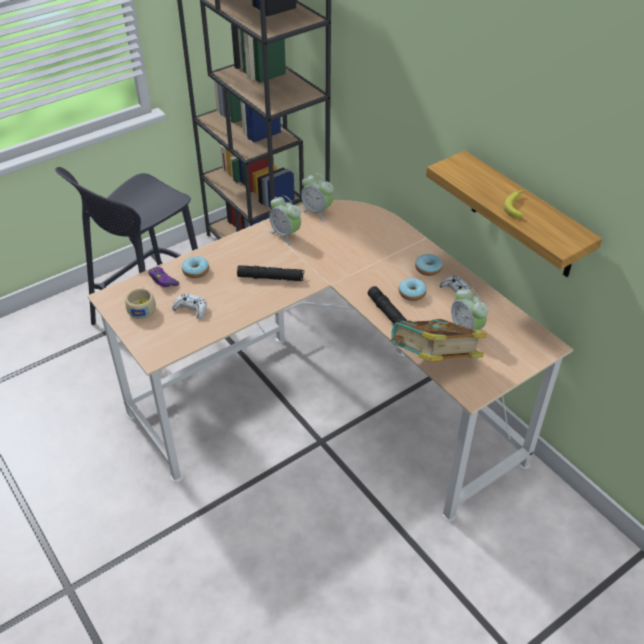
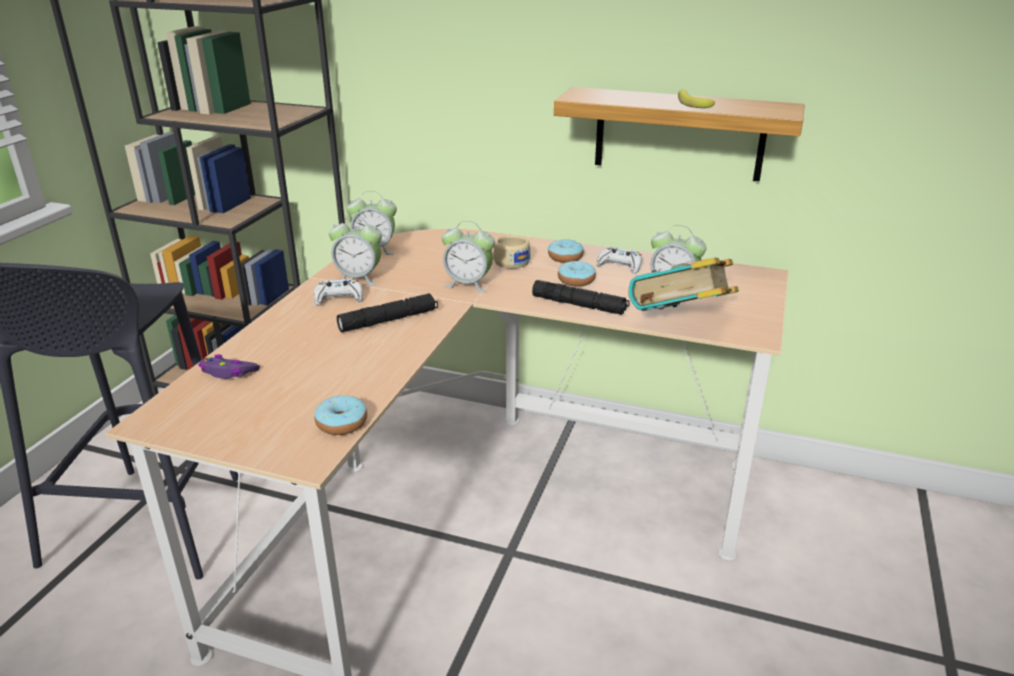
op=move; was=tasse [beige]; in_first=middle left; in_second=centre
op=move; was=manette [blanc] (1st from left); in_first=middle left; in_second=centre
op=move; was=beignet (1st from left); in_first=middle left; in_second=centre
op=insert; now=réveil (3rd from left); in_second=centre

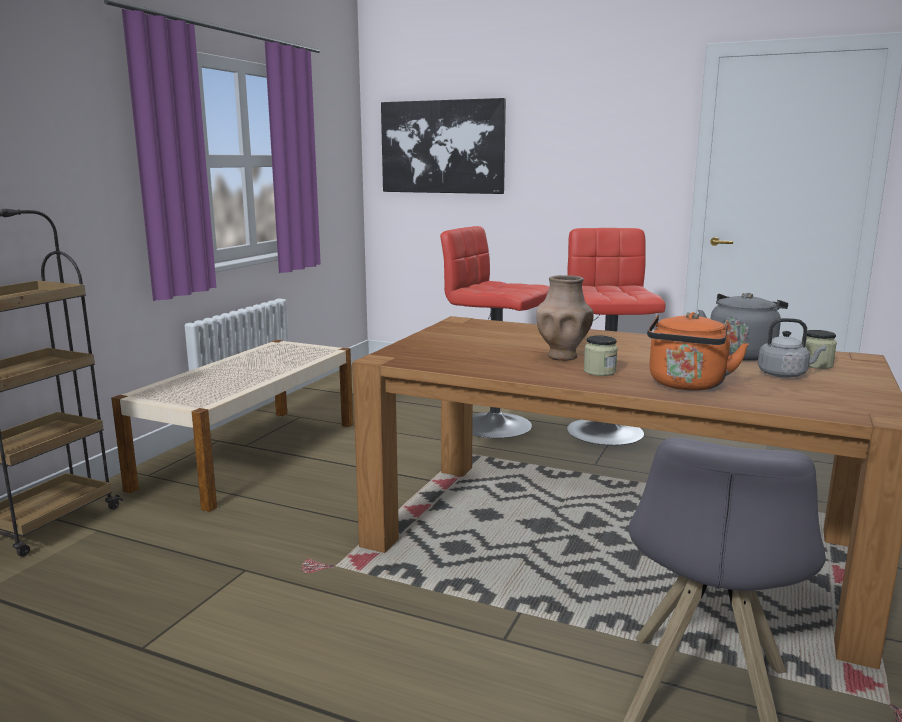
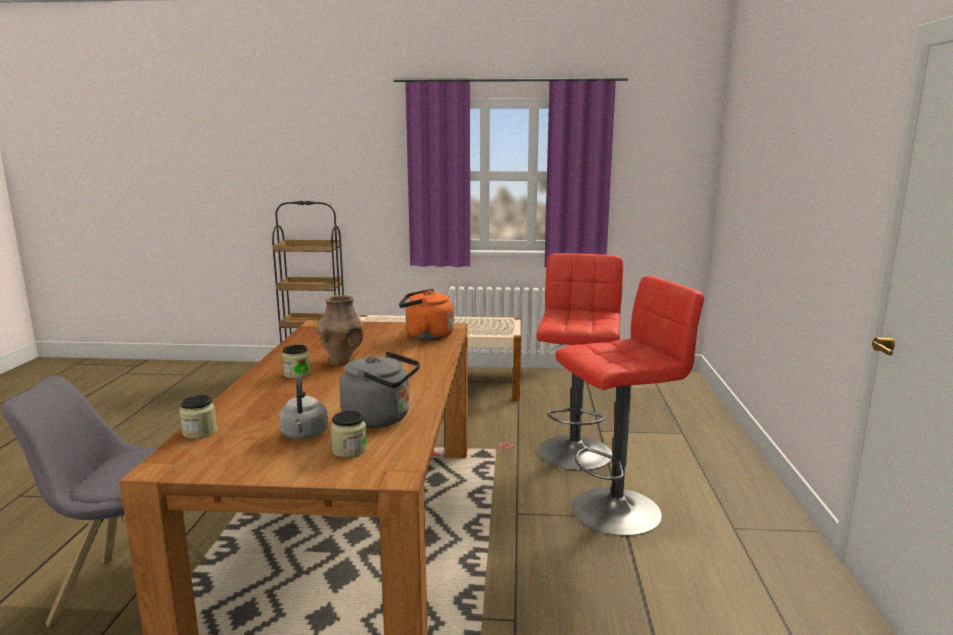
op=delete; was=tableau; in_first=top centre
op=move; was=bouilloire [orange]; in_first=middle right; in_second=centre
op=insert; now=bocal (1st from left); in_second=middle left

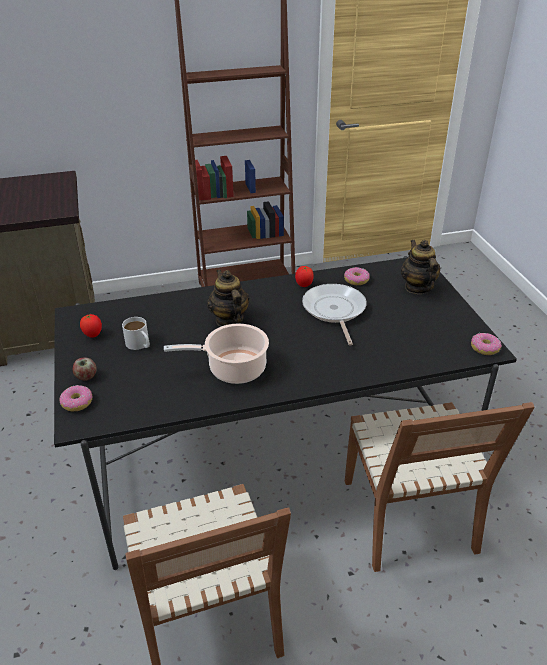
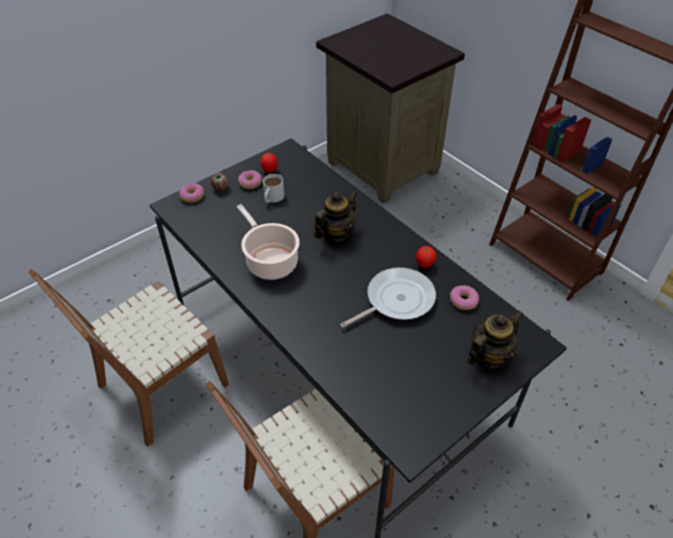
op=move; was=beignet (3rd from left in the first image); now=beignet (2nd from left); in_first=middle right; in_second=top centre

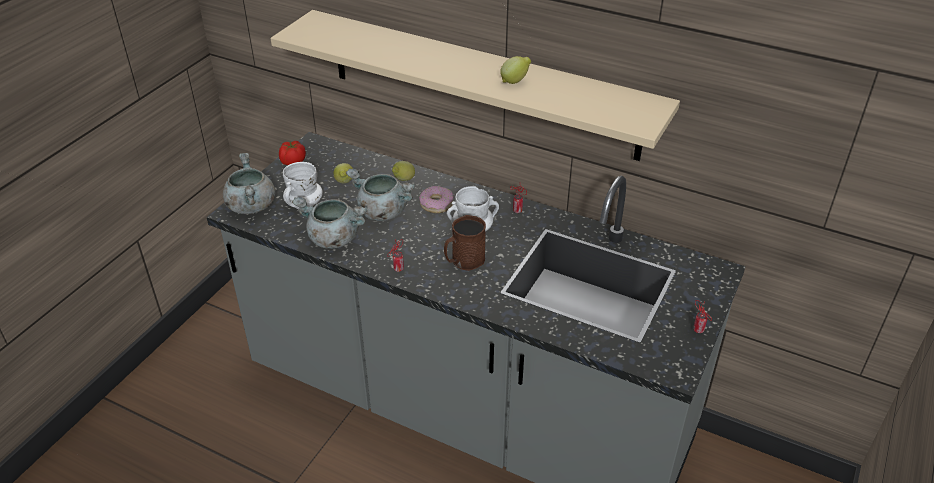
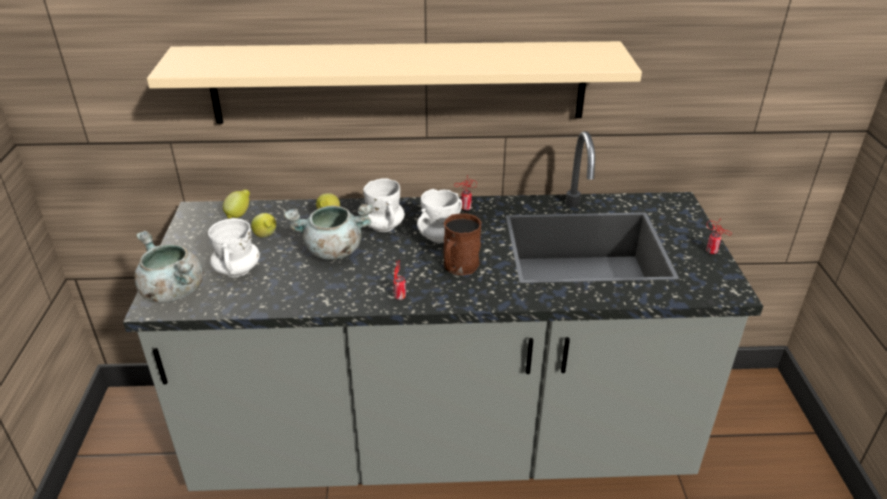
op=delete; was=tomate; in_first=top left
op=delete; was=marmite [gris] (2nd from left); in_first=centre
op=replace; was=beignet; now=mug [blanc] (2nd from left); in_first=centre; in_second=centre
op=move; was=citron (3rd from left in the first image); now=citron (1st from left); in_first=top centre; in_second=middle left

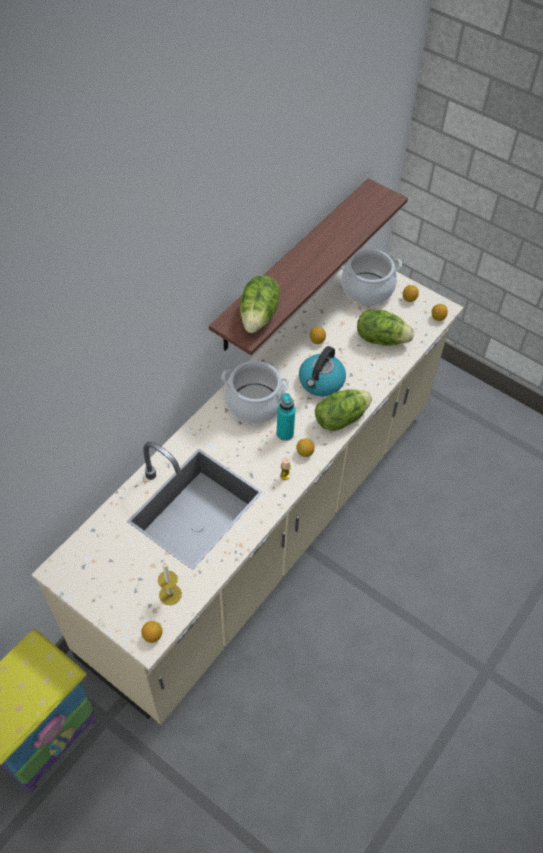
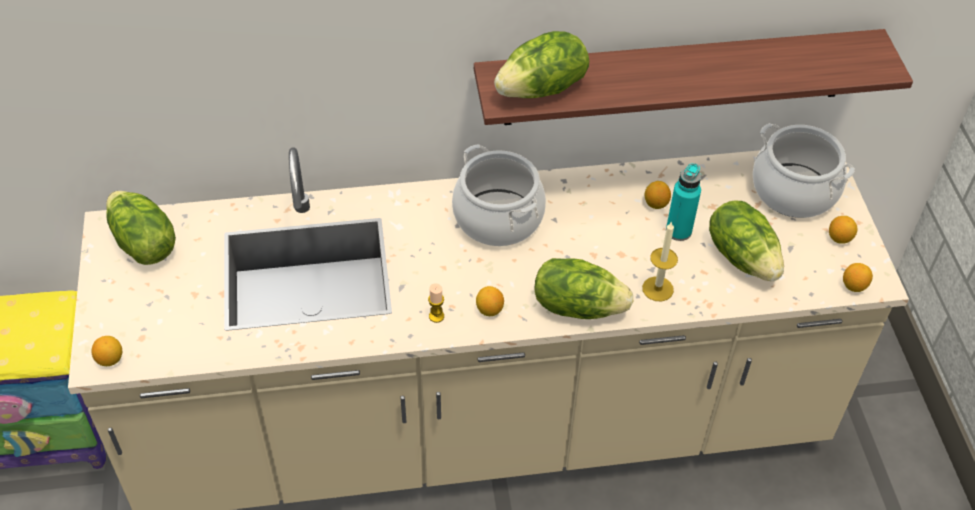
op=move; was=bougie (1st from left in the first image); now=bougie (2nd from left); in_first=bottom left; in_second=middle right
op=move; was=bouteille [turquoise]; in_first=centre; in_second=middle right
op=delete; was=bouilloire; in_first=centre
op=insert; now=laitue (1st from left); in_second=middle left

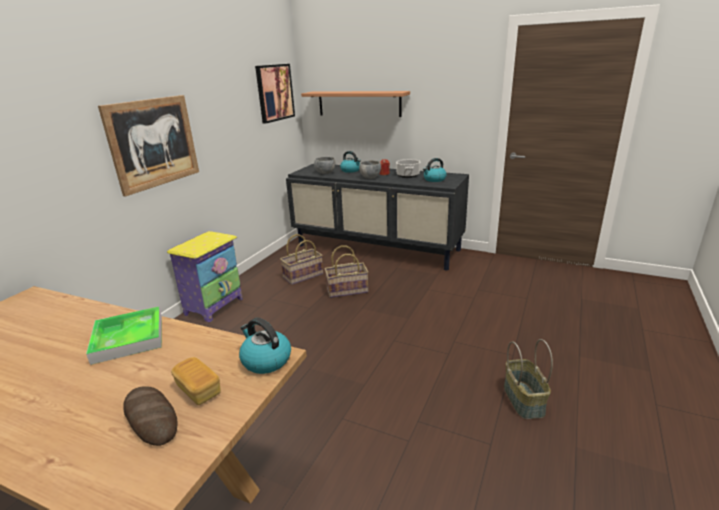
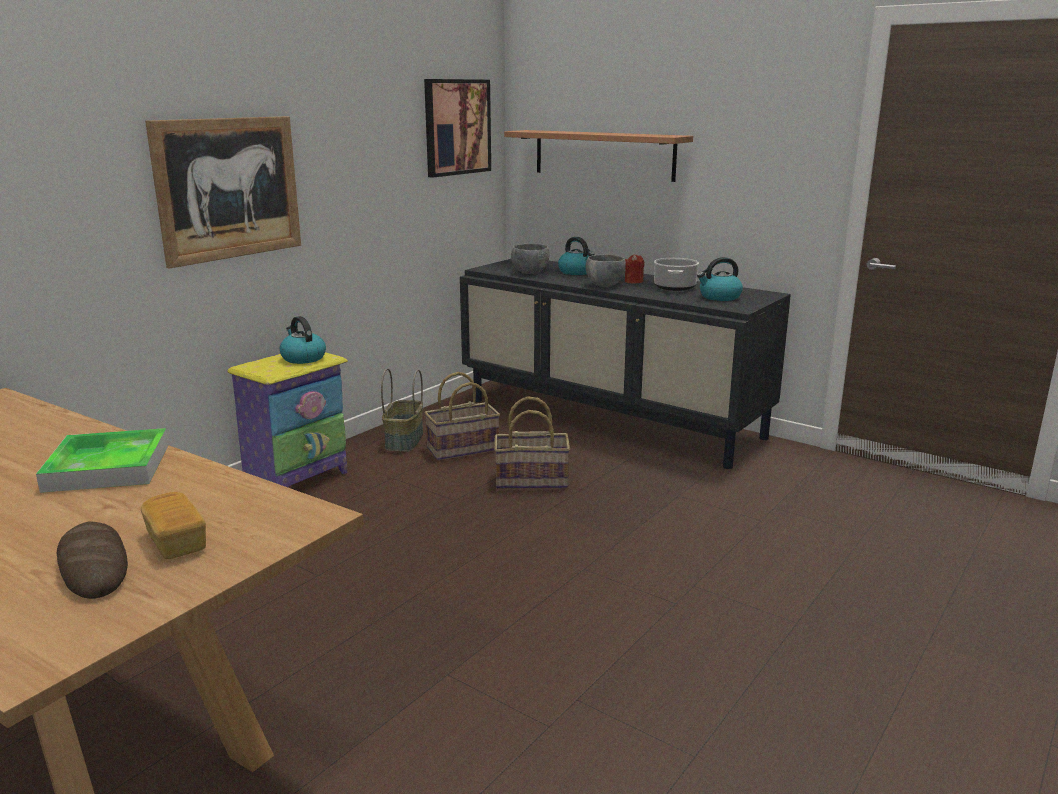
op=move; was=bouilloire (1st from left); in_first=bottom centre; in_second=middle left
op=move; was=panier (3rd from left in the first image); now=panier (1st from left); in_first=bottom right; in_second=centre

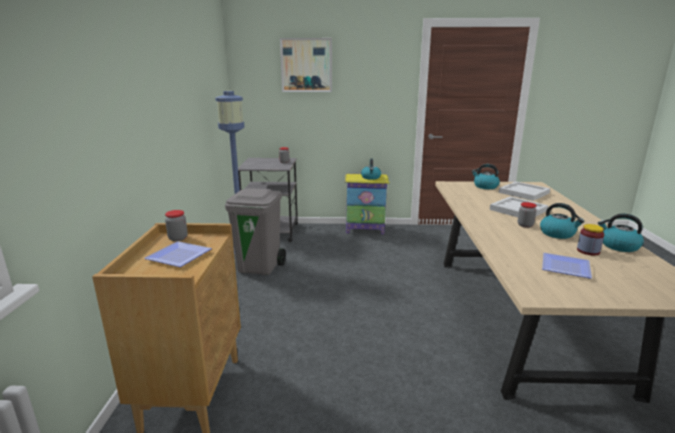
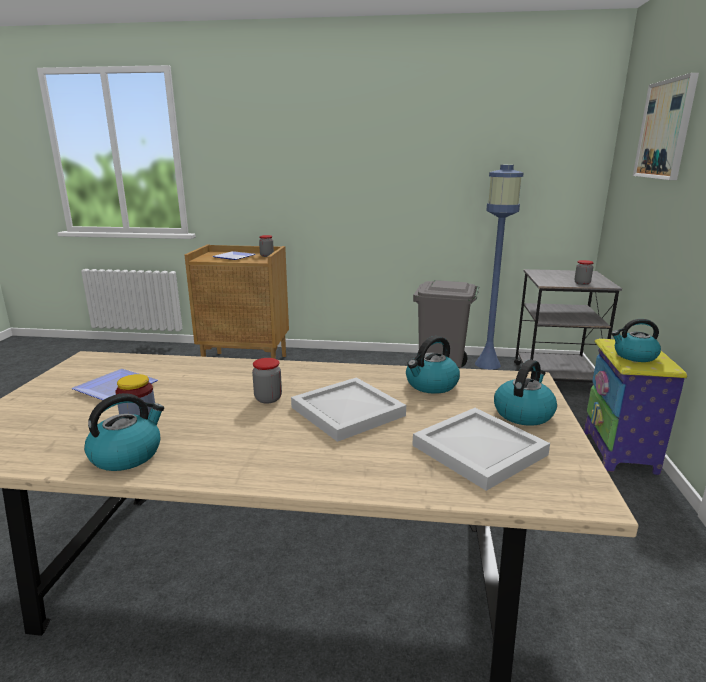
op=move; was=bouilloire (3rd from left in the first image); now=bouilloire (2nd from left); in_first=middle right; in_second=centre

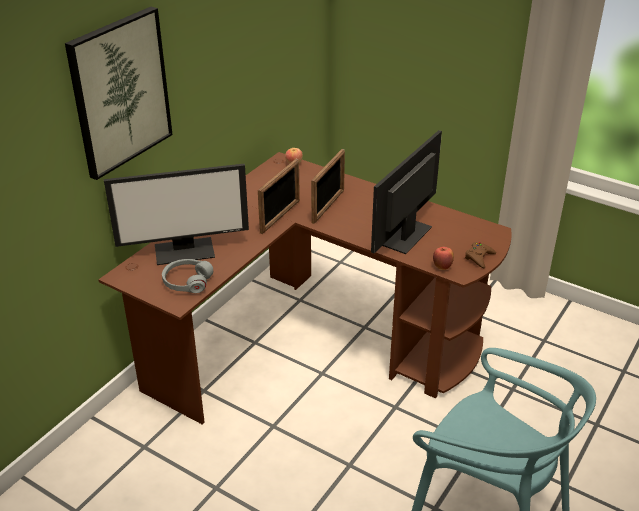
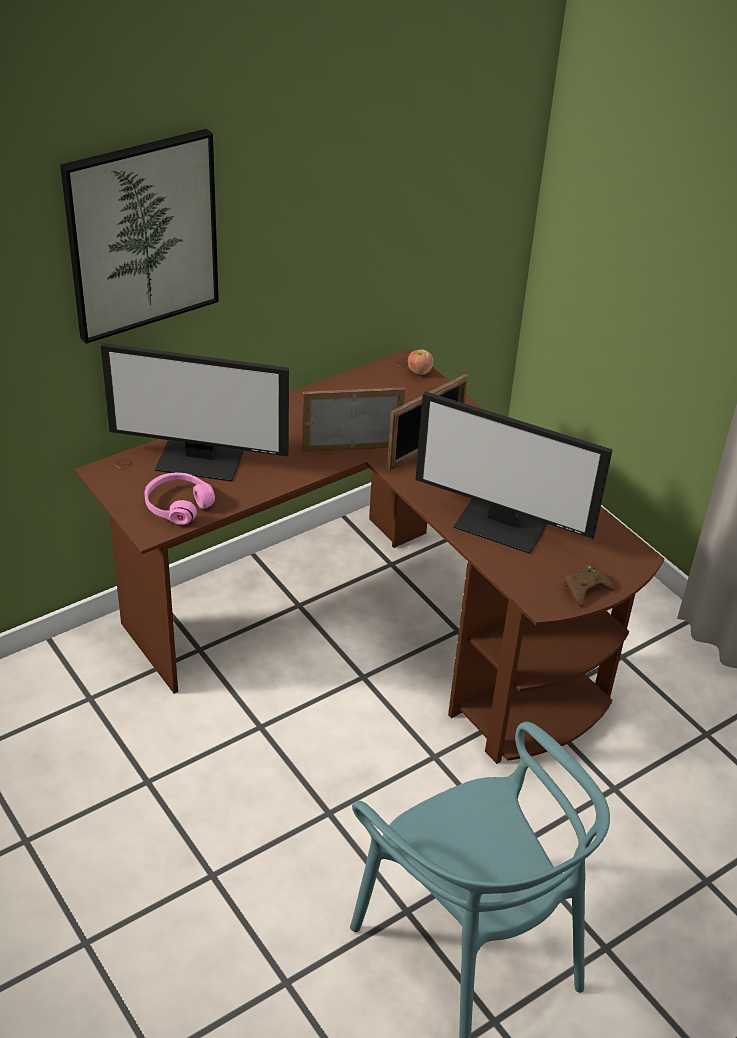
op=recolor; was=casque audio [gris]; now=casque audio [rose]; in_first=middle left; in_second=middle left
op=rotate; was=cadre photo (1st from left); in_first=centre; in_second=centre; clockwise=-150
op=rotate; was=écran d'ordinateur (2nd from left); in_first=centre; in_second=middle right; clockwise=-120
op=delete; was=pomme (2nd from left); in_first=middle right

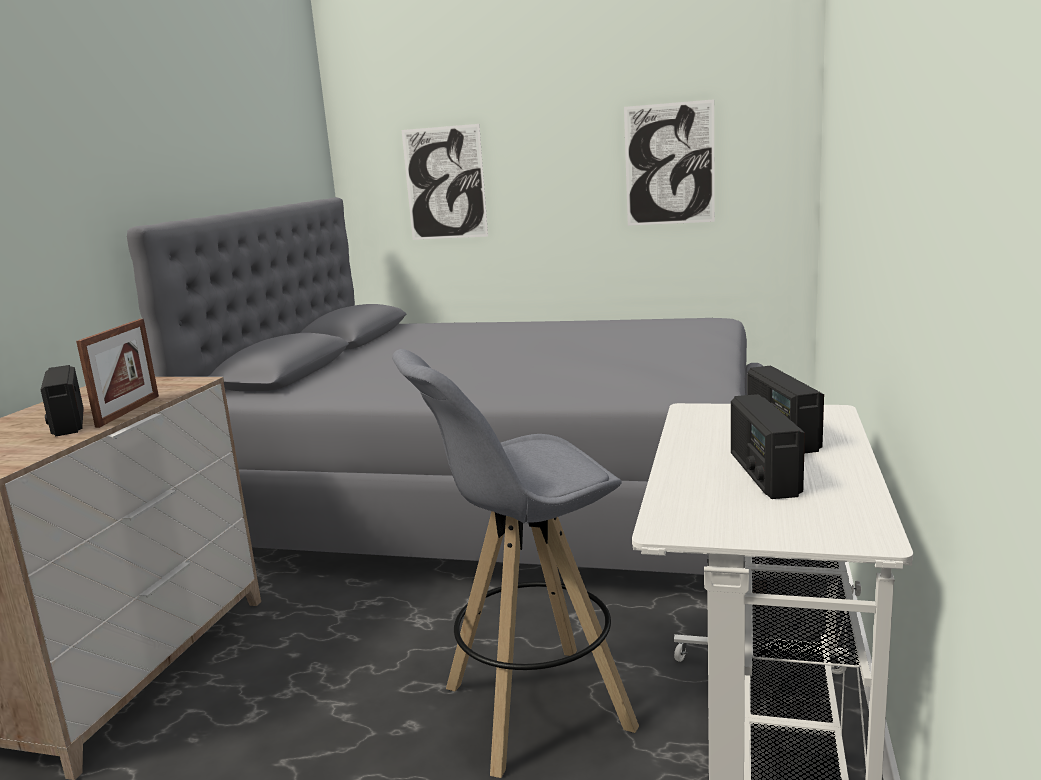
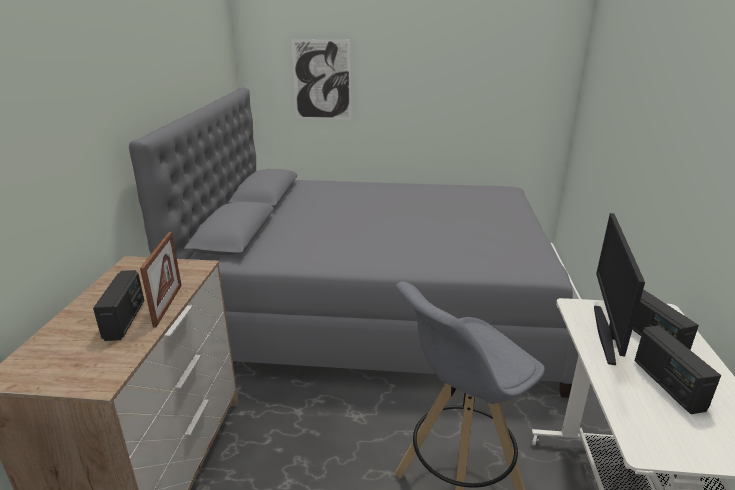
op=rotate; was=radio (1st from left); in_first=middle left; in_second=middle left; clockwise=-150
op=delete; was=tableau (2nd from left); in_first=top centre
op=insert; now=écran d'ordinateur; in_second=middle right

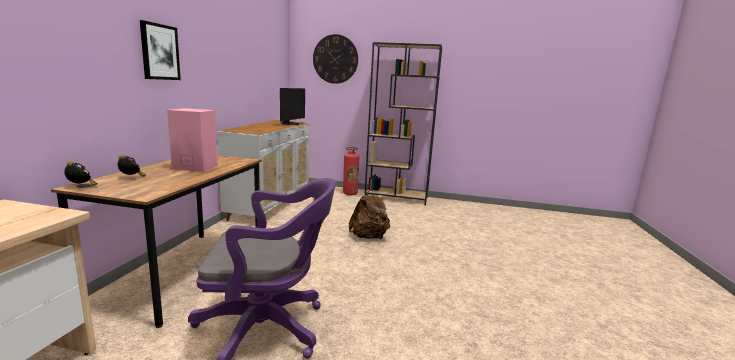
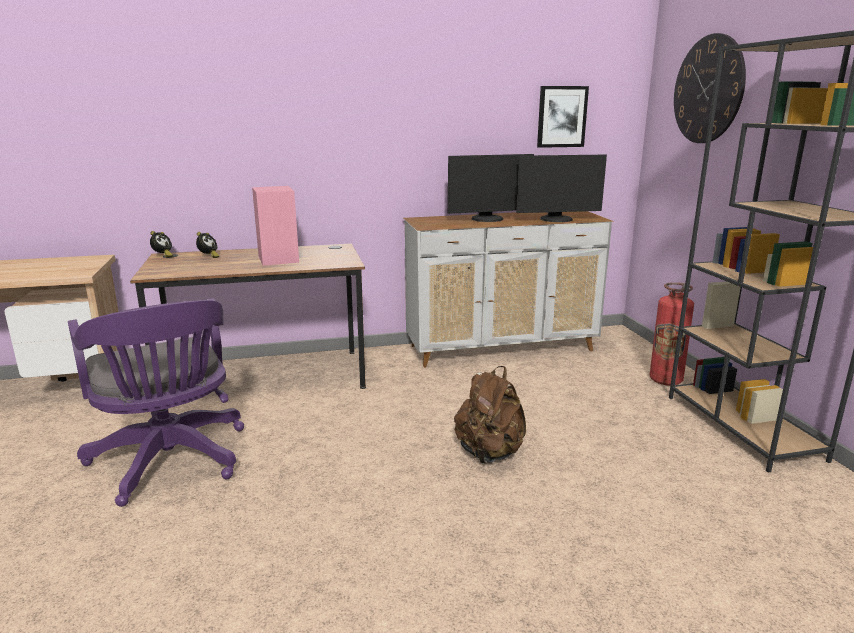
op=move; was=tableau; in_first=top left; in_second=top centre
op=insert; now=écran d'ordinateur (1st from left); in_second=top centre

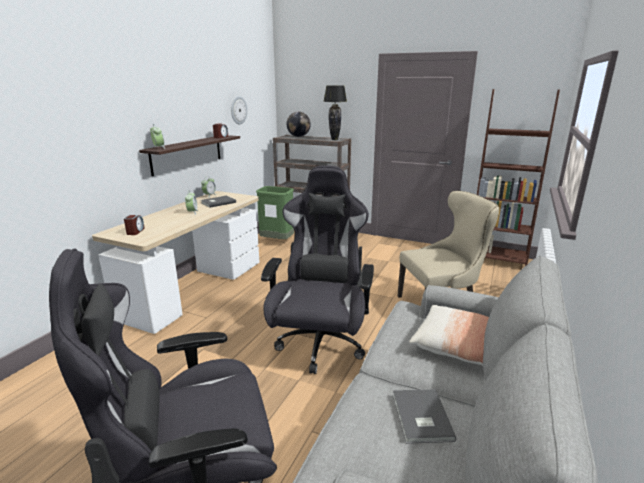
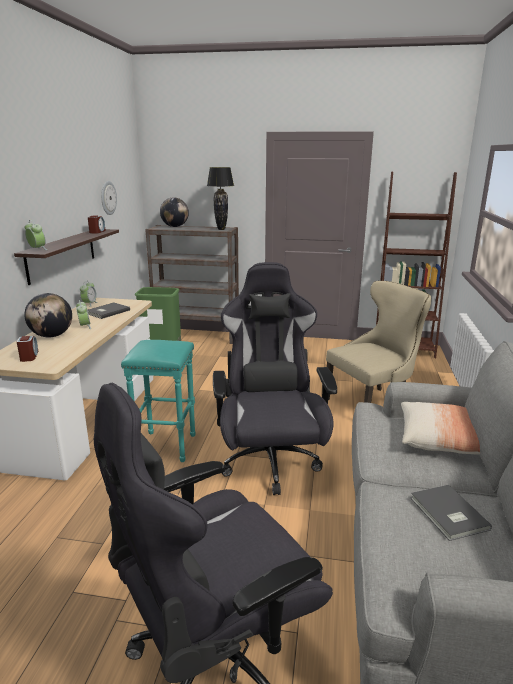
op=insert; now=globe (1st from left); in_second=middle left
op=insert; now=tabouret [turquoise]; in_second=middle left

